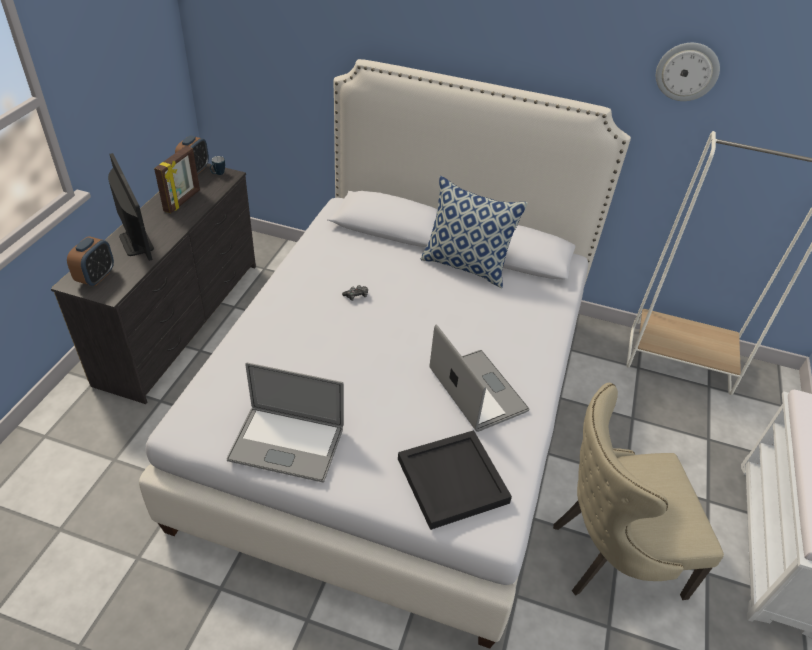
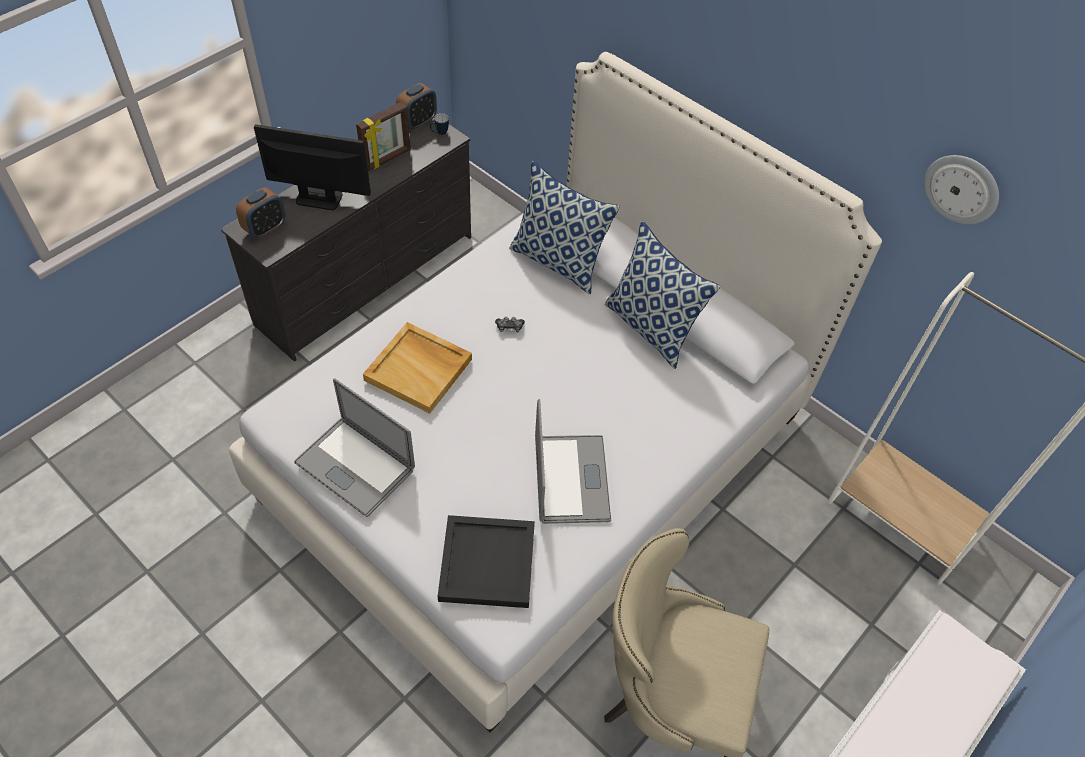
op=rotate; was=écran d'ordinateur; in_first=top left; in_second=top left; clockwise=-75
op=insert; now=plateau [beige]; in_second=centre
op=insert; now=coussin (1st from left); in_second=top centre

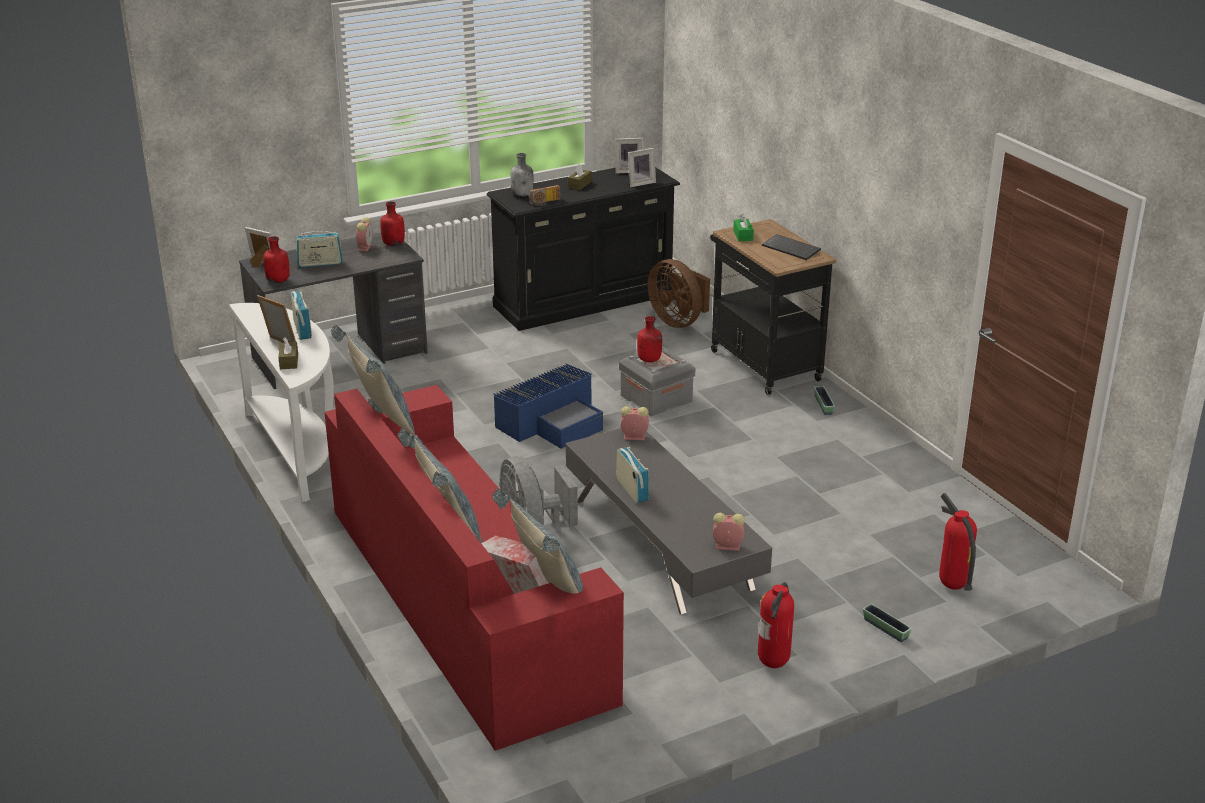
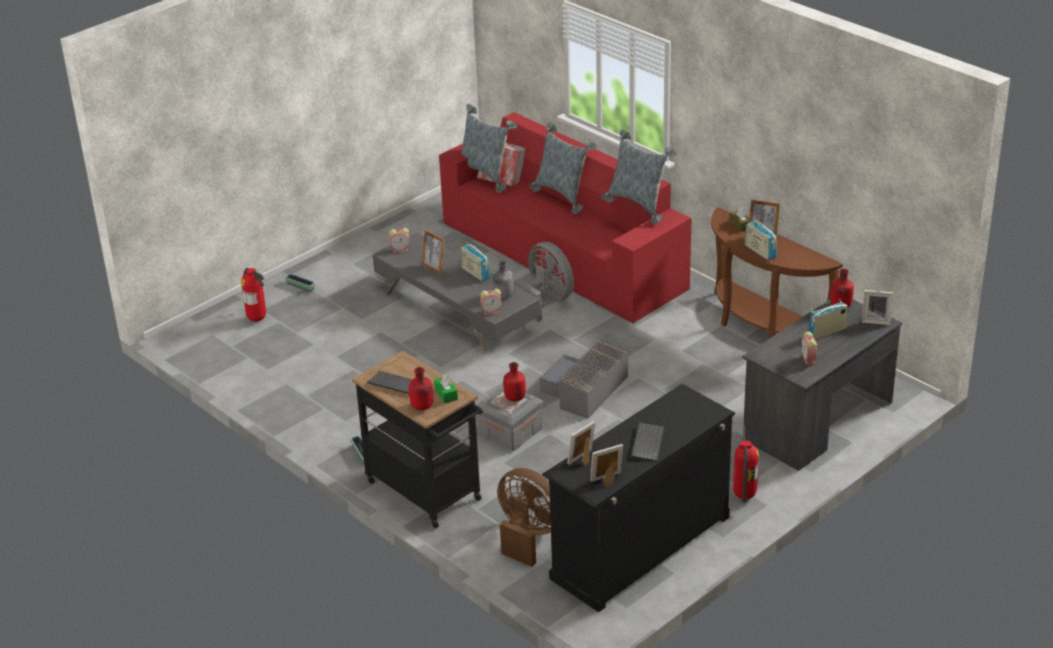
op=recolor; was=table console [blanc]; now=table console [marron]; in_first=middle left; in_second=middle right
op=move; was=bouteille [rouge] (2nd from left in the first image); now=bouteille [rouge] (1st from left); in_first=top left; in_second=centre
op=recolor; was=boîte de rangement [bleu]; now=boîte de rangement [gris] (2nd from left); in_first=centre; in_second=centre
op=move; was=bouteille [gris]; in_first=top centre; in_second=centre
op=delete; was=radio (3rd from left); in_first=top centre
op=replace; was=boîte à mouchoirs [marron] (2nd from left); now=clavier (2nd from left); in_first=top centre; in_second=bottom centre
op=move; was=extincteur (1st from left in the first image); now=extincteur (2nd from left); in_first=bottom centre; in_second=bottom right
op=insert; now=cadre photo (1st from left); in_second=centre

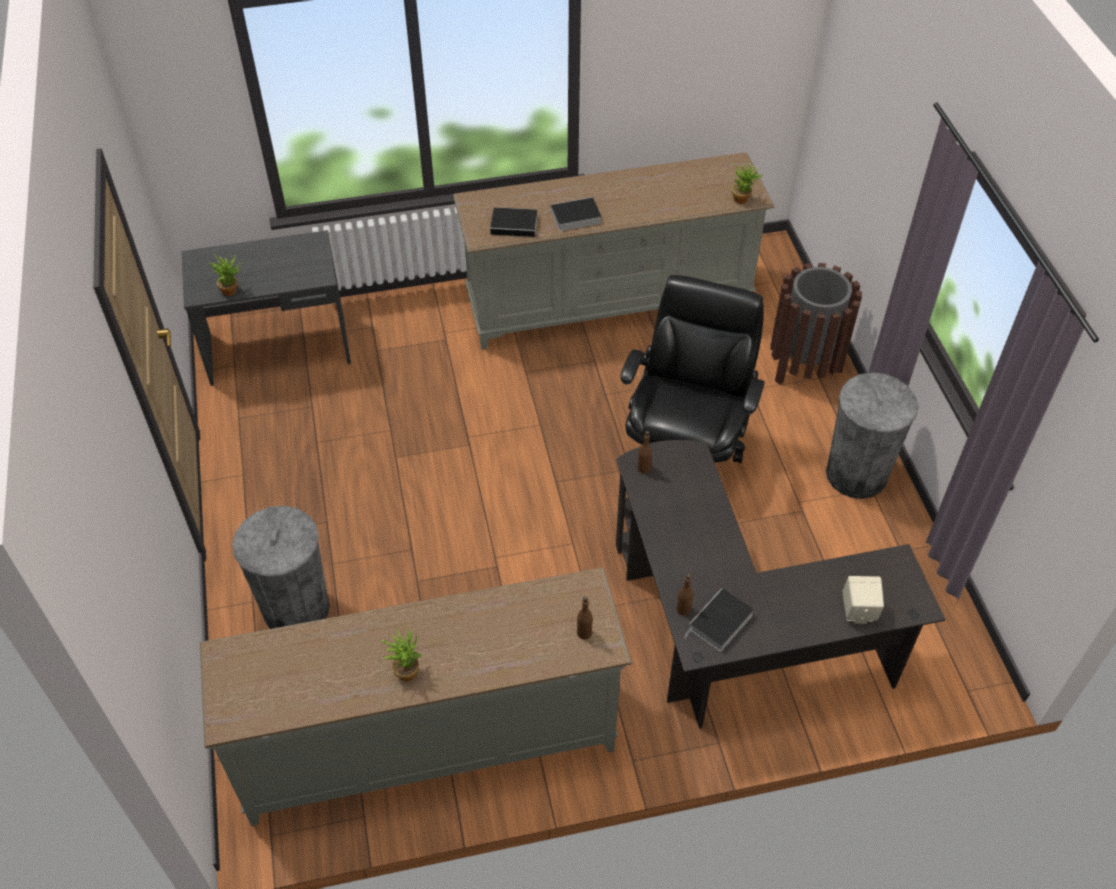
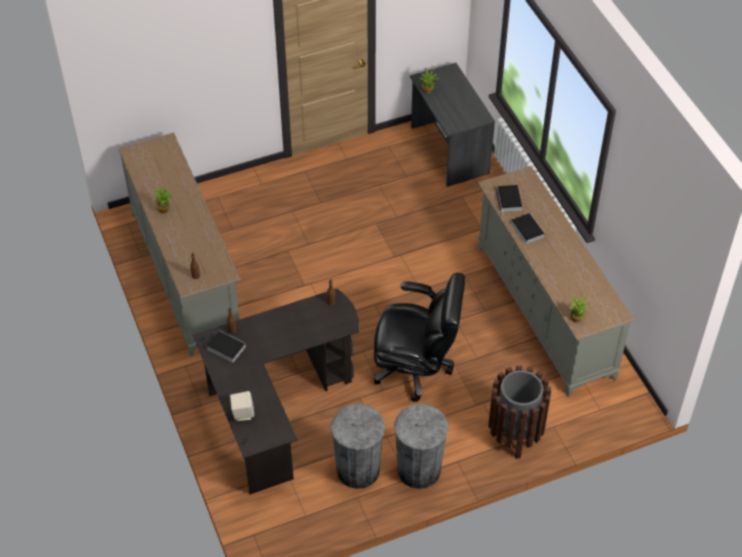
op=move; was=poubelle [gris] (1st from left); in_first=middle left; in_second=bottom centre

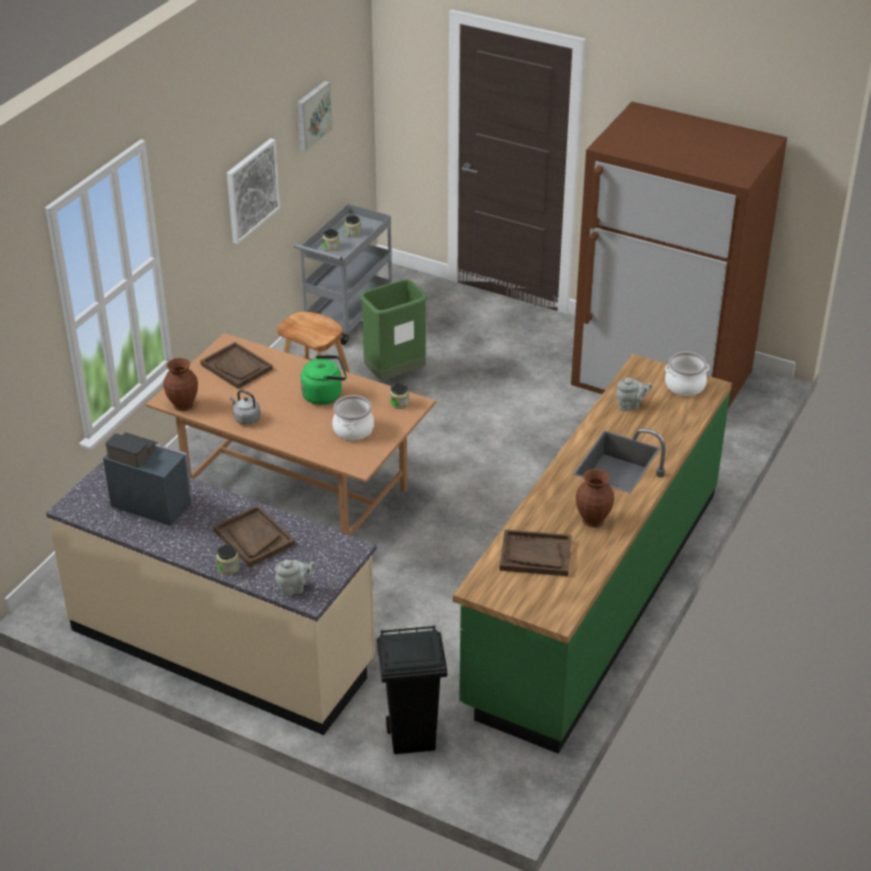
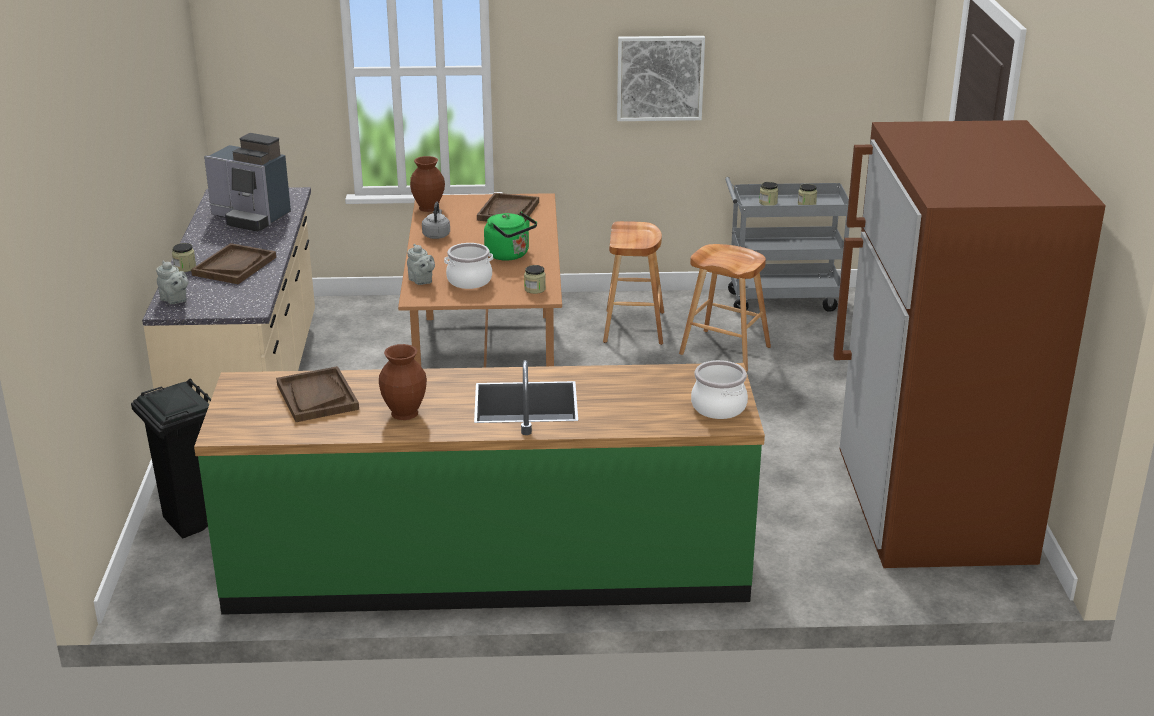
op=rotate; was=machine à café; in_first=middle left; in_second=top left; clockwise=120
op=delete; was=tableau (2nd from left); in_first=top centre
op=replace; was=poubelle [vert]; now=tabouret [marron] (2nd from left); in_first=centre; in_second=centre
op=move; was=théière [gris] (2nd from left); in_first=middle right; in_second=centre

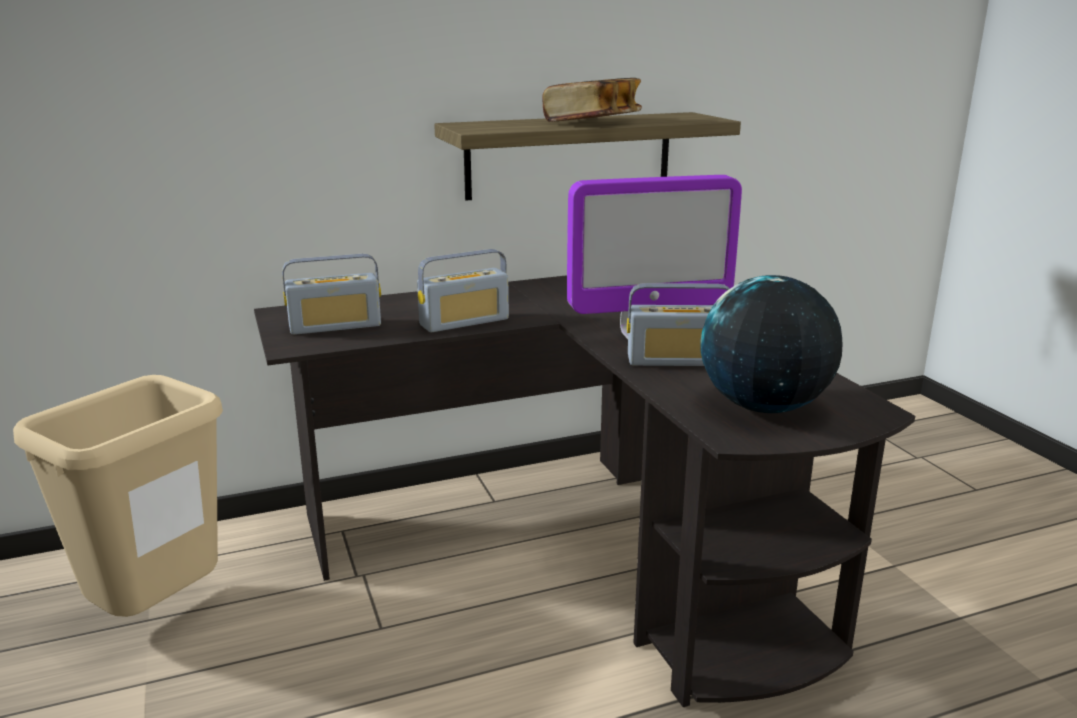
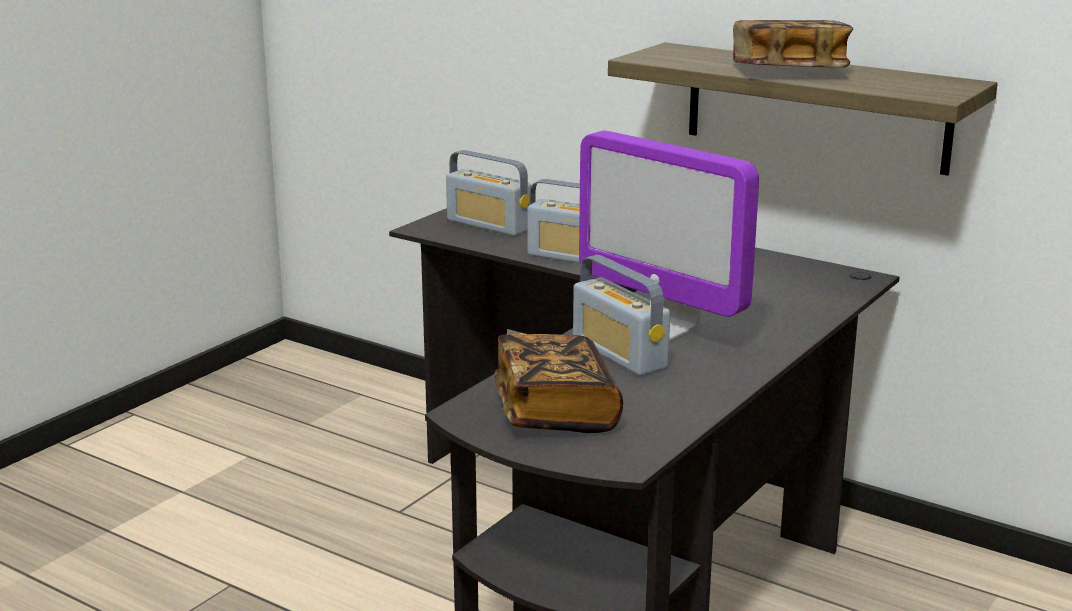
op=delete; was=poubelle [beige]; in_first=bottom left
op=replace; was=globe; now=livre (1st from left); in_first=middle right; in_second=centre

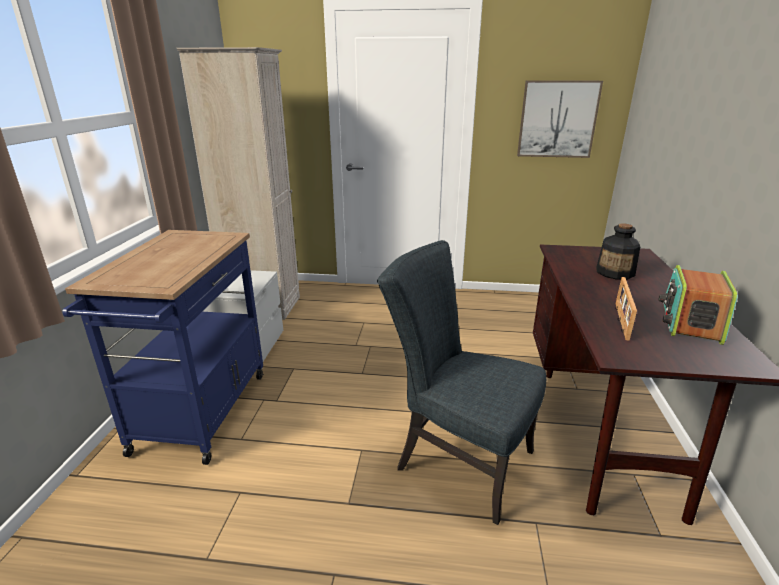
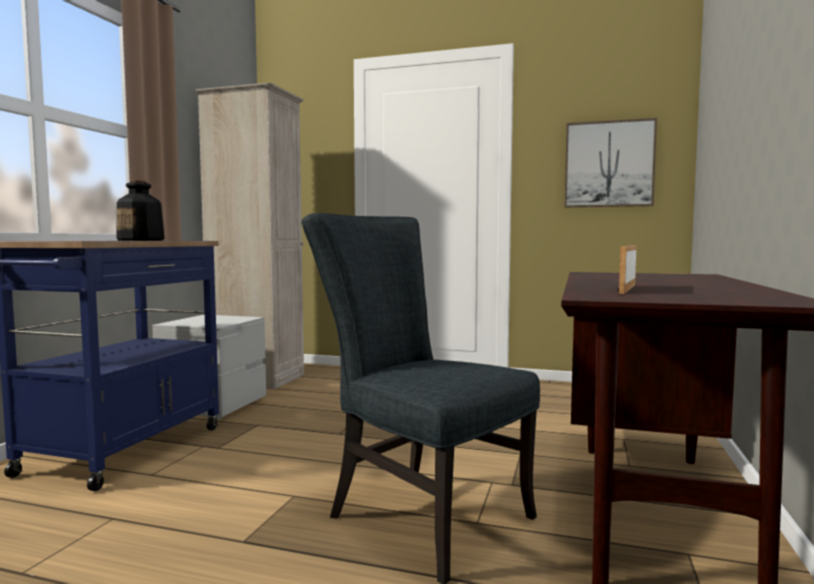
op=move; was=bouteille; in_first=middle right; in_second=middle left
op=delete; was=radio; in_first=middle right

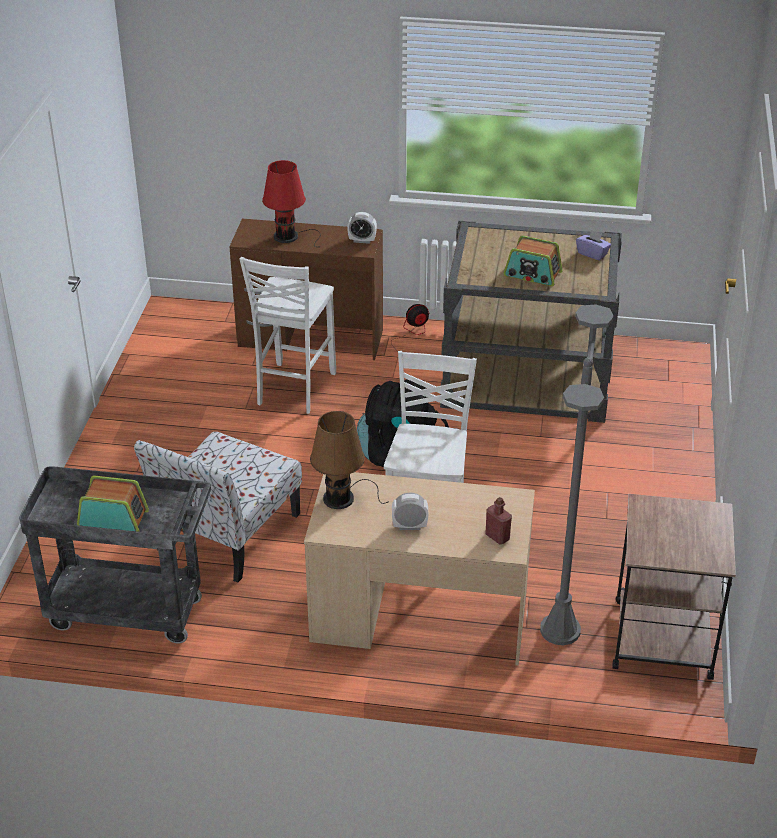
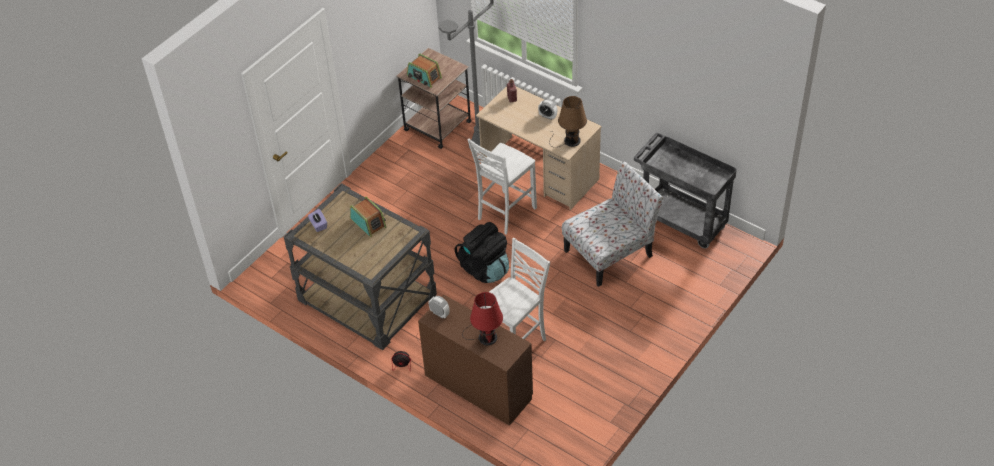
op=move; was=radio (1st from left in the first image); now=radio (2nd from left); in_first=middle left; in_second=top centre

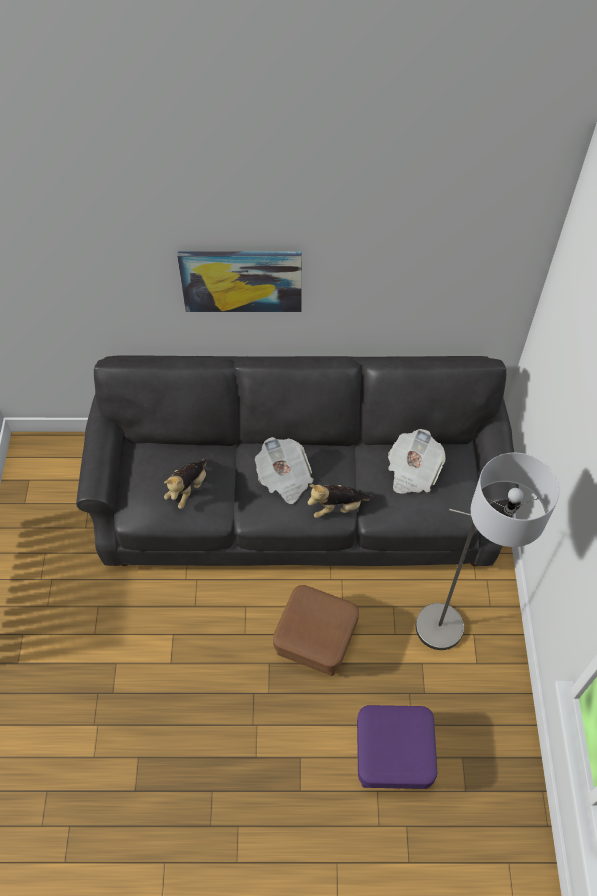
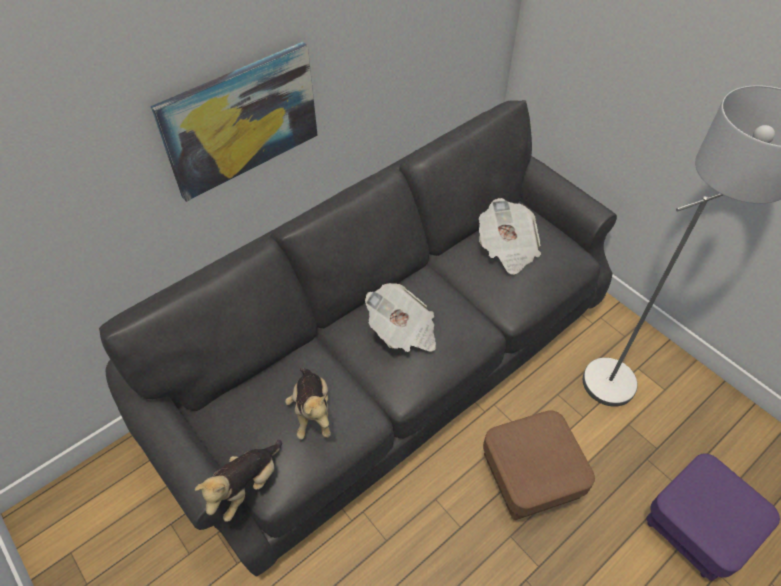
op=move; was=peluche (2nd from left in the first image); now=peluche (1st from left); in_first=centre; in_second=bottom left

